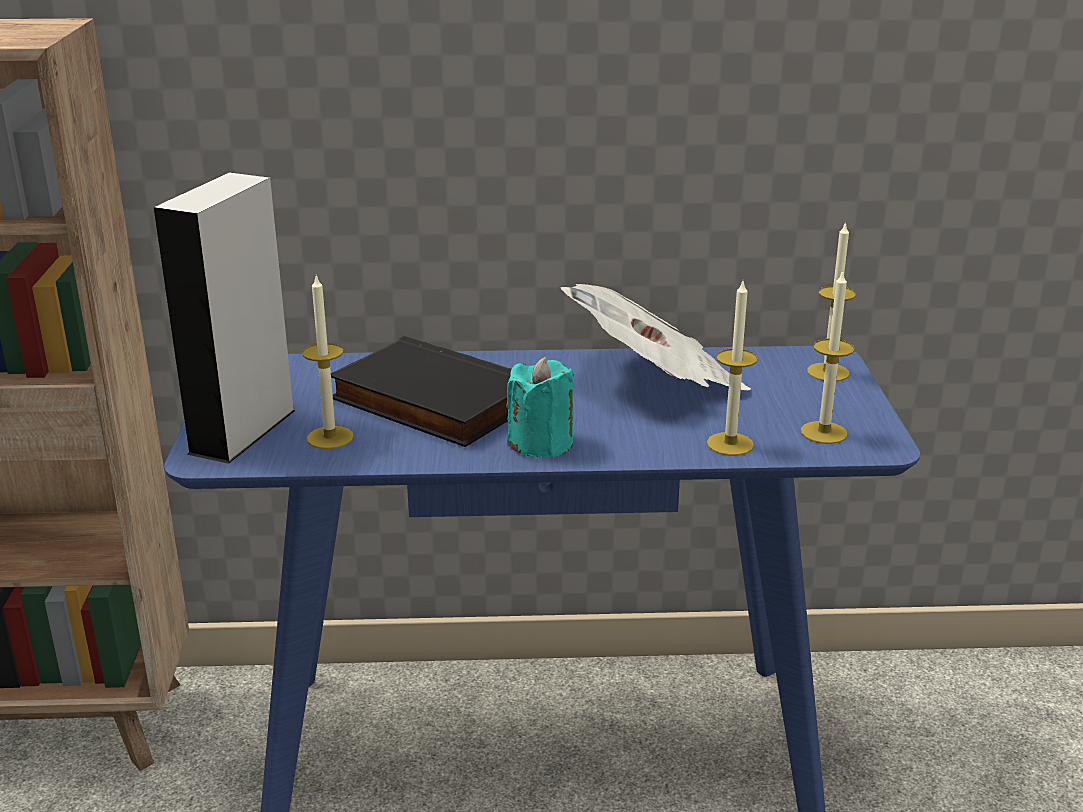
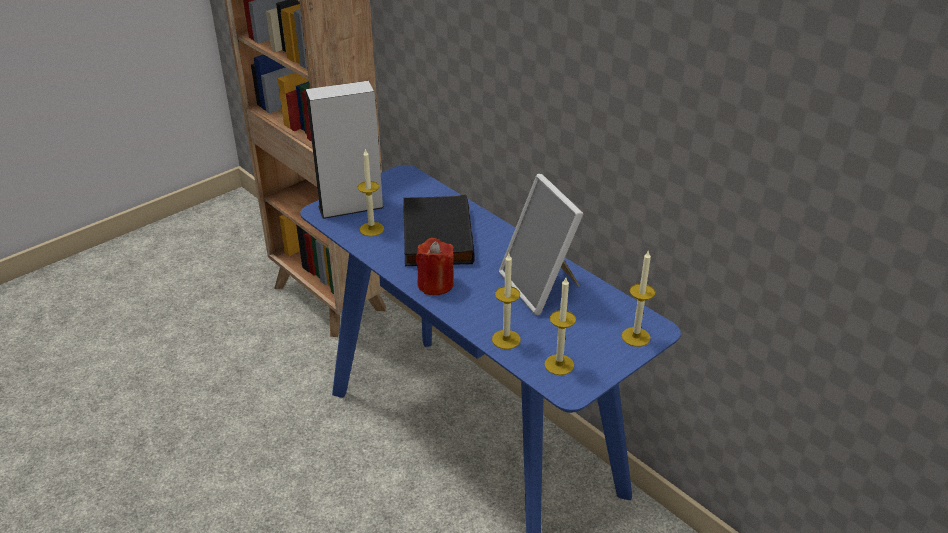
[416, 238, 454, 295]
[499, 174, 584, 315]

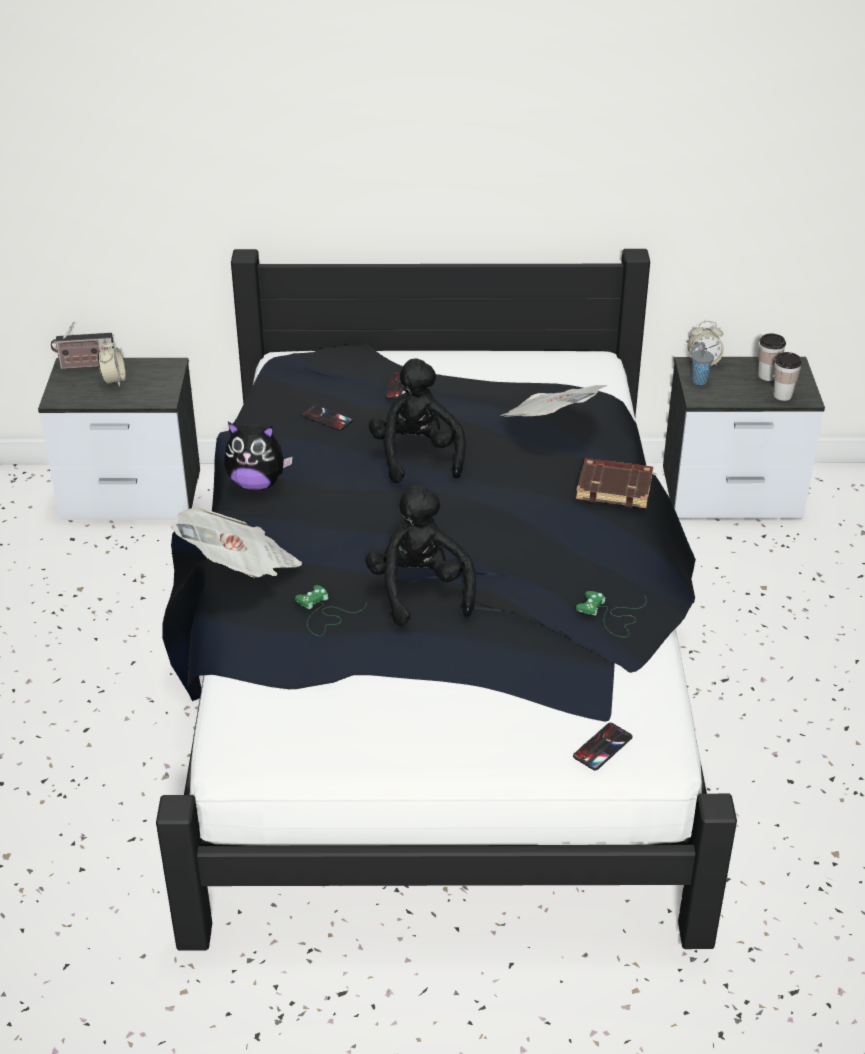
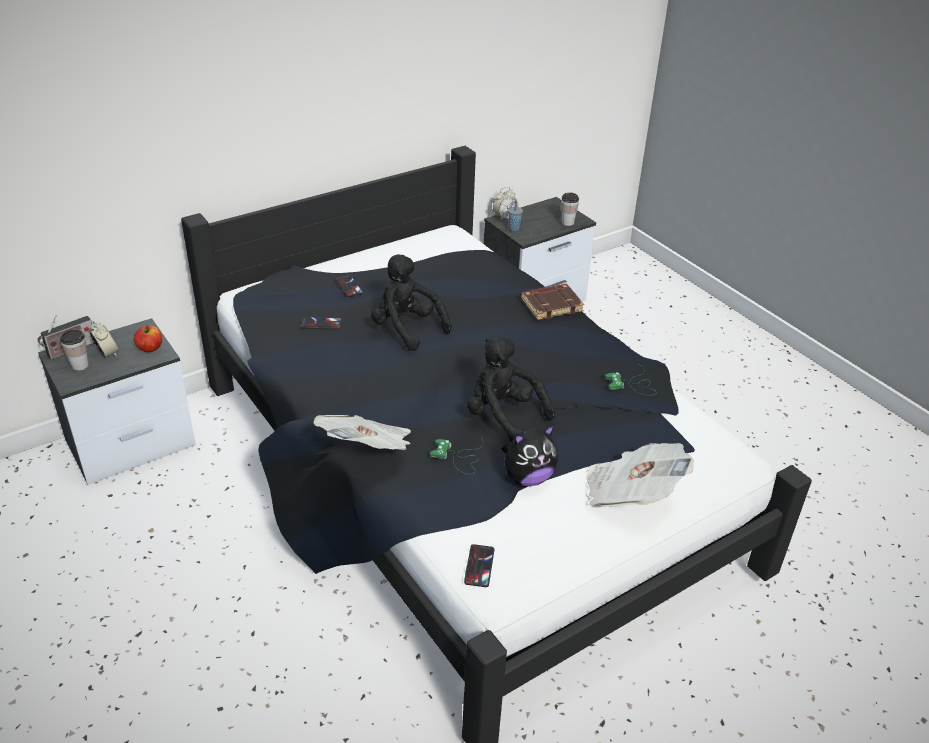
[502, 424, 558, 486]
[586, 443, 694, 506]
[464, 544, 495, 587]
[60, 330, 88, 371]
[134, 325, 162, 352]

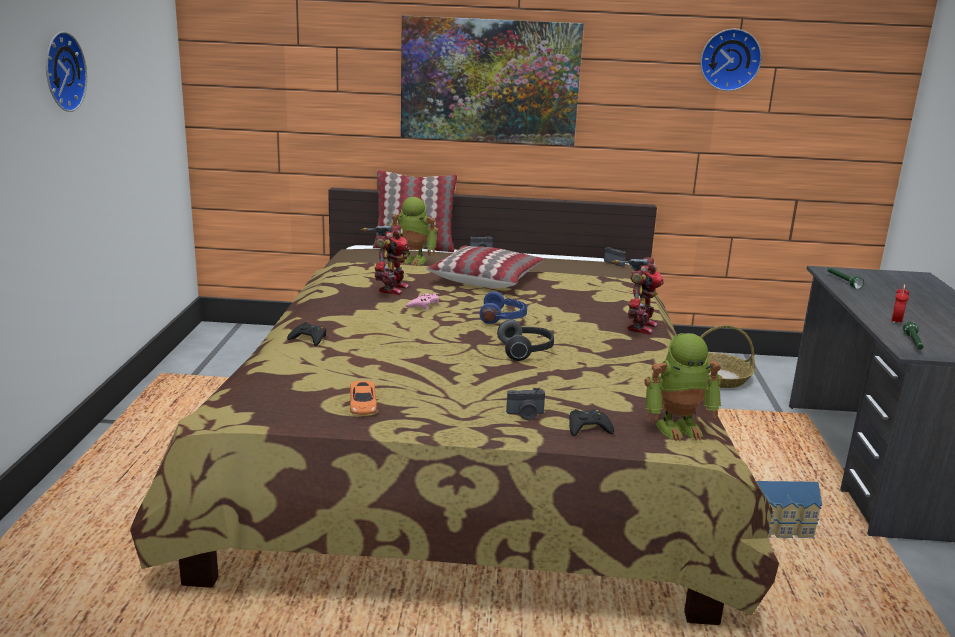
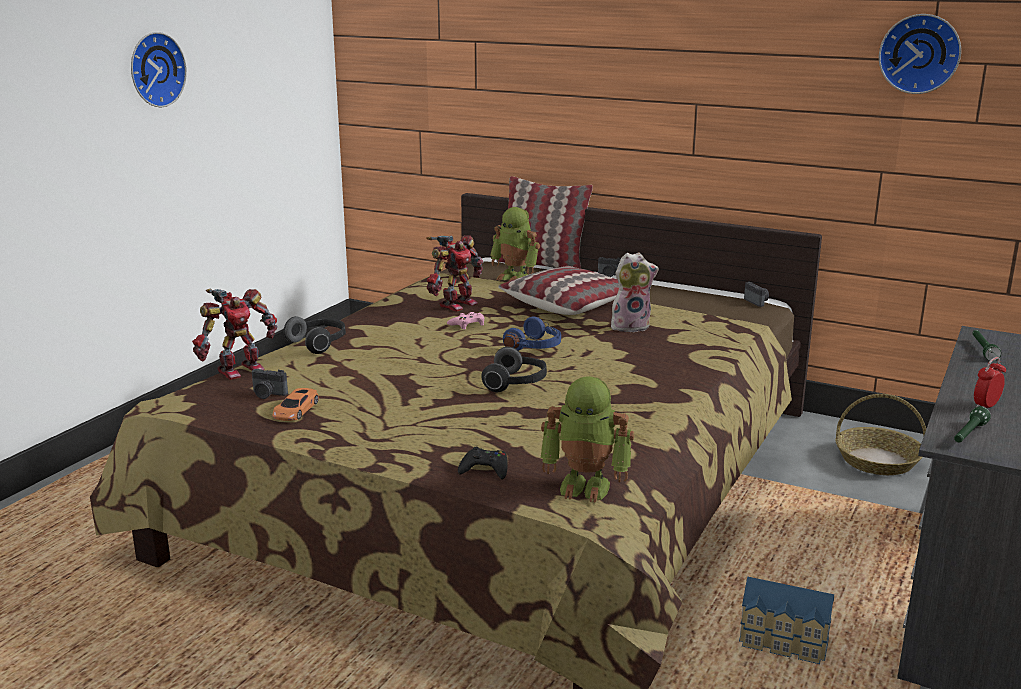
[284, 316, 346, 354]
[401, 15, 584, 146] (first image)
[252, 369, 288, 399]
[192, 289, 277, 380]
[611, 253, 659, 333]

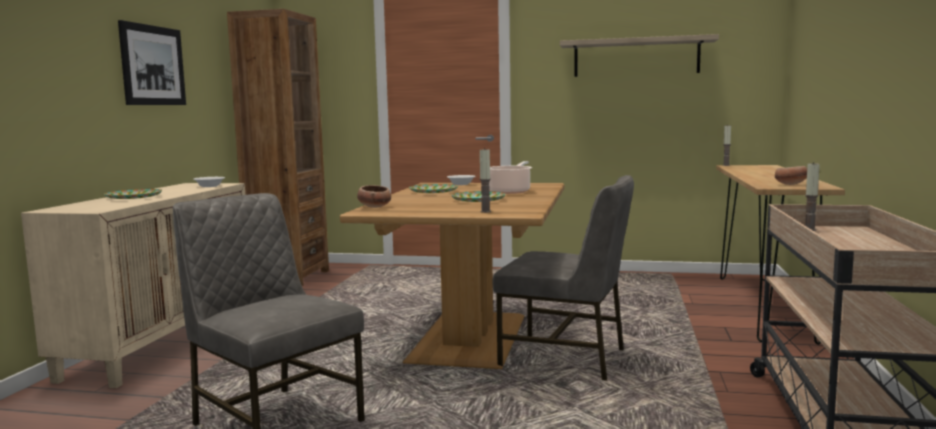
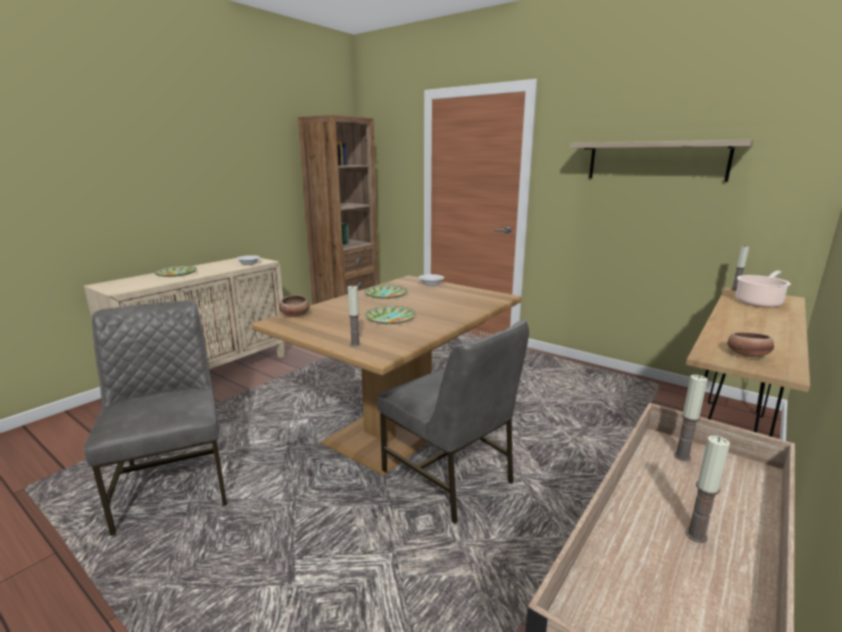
[118, 20, 186, 105] (first image)
[736, 271, 791, 308]
[685, 435, 730, 543]

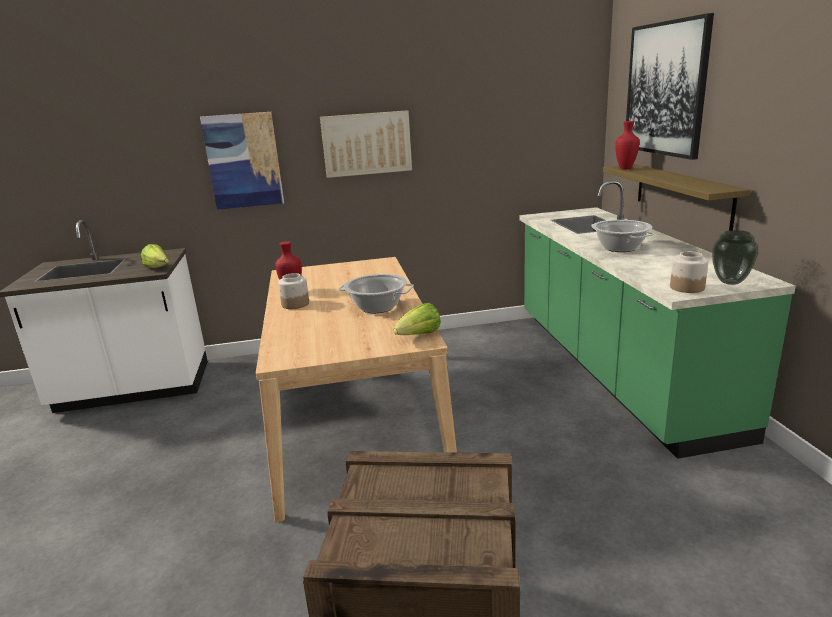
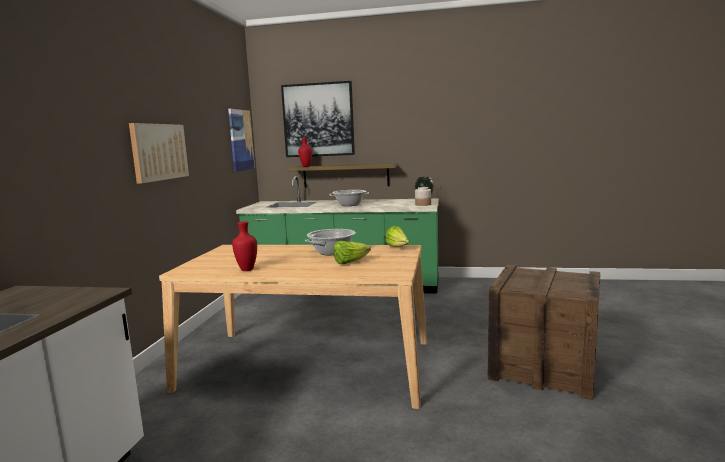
[334, 241, 371, 264]
[228, 109, 255, 172]
[278, 273, 309, 309] (first image)

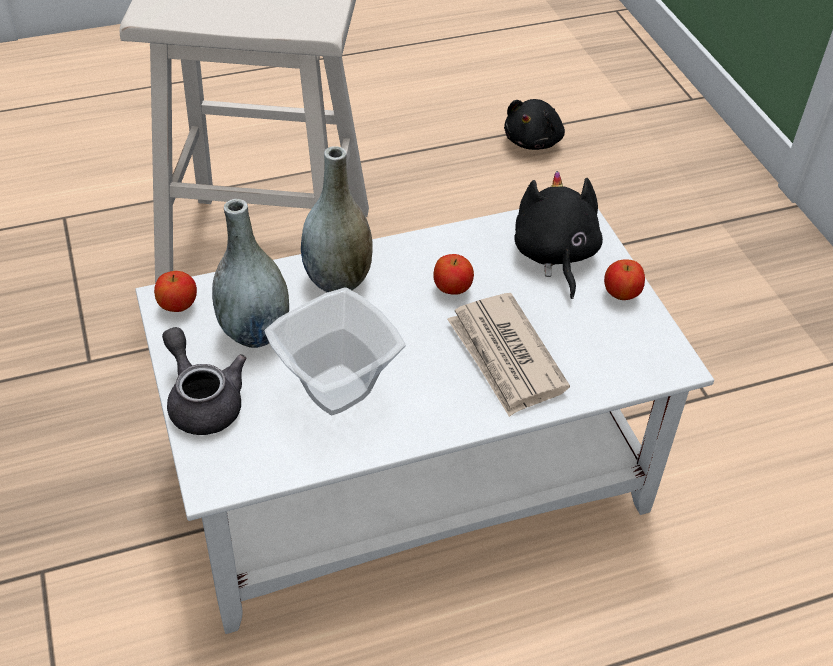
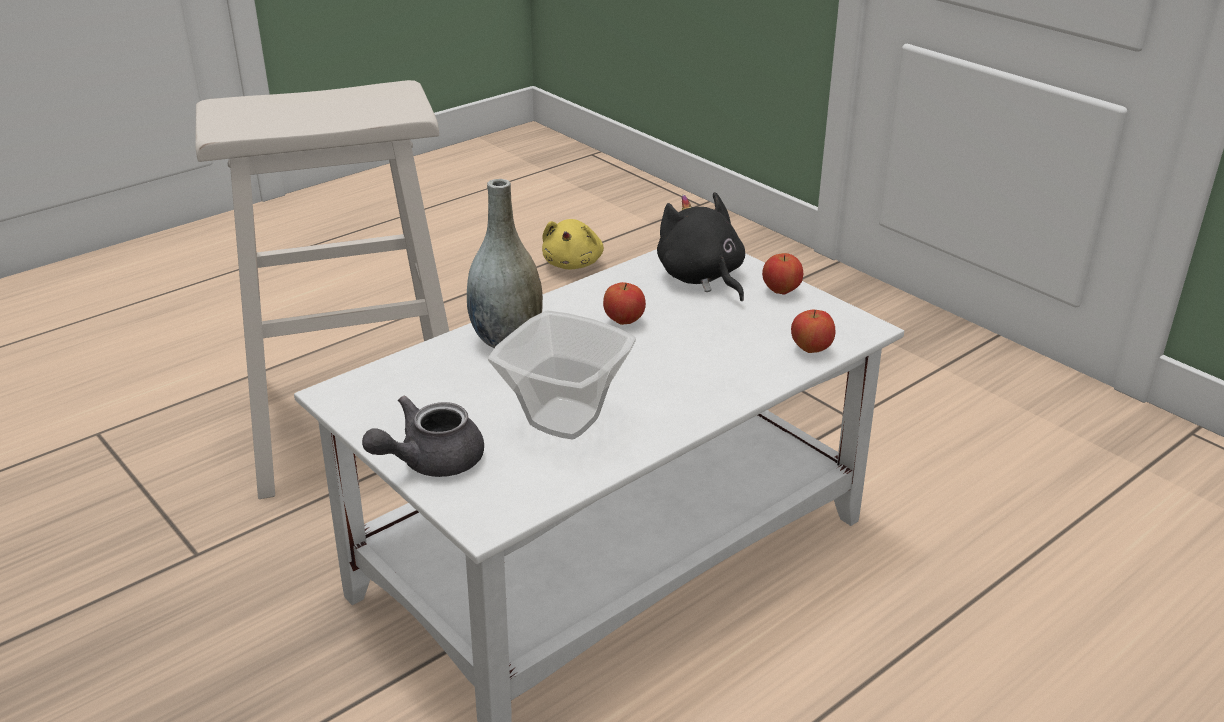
[791, 310, 835, 353]
[362, 396, 484, 477]
[212, 199, 289, 348] (first image)
[447, 293, 570, 417] (first image)
[542, 219, 604, 269]

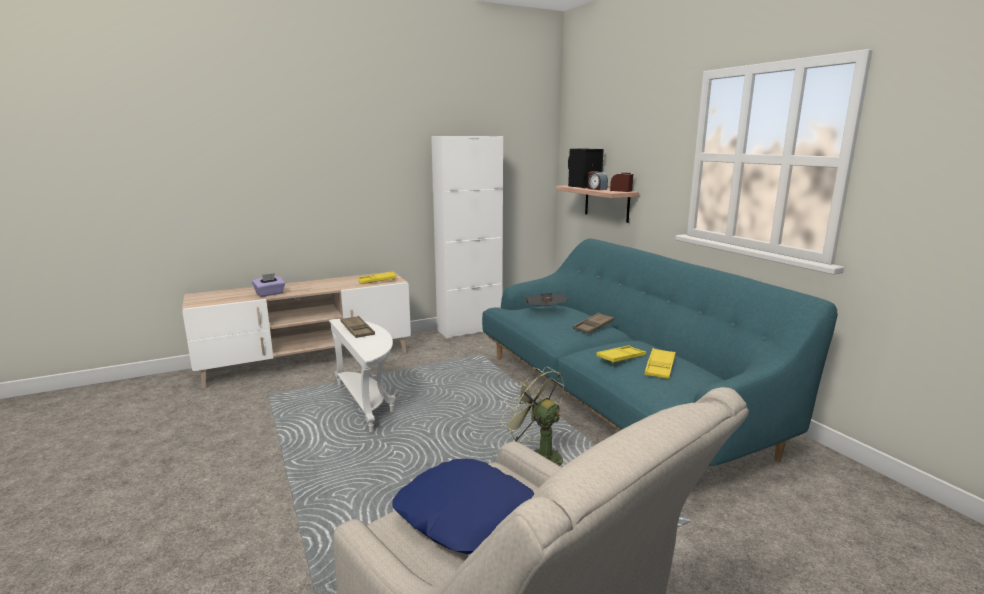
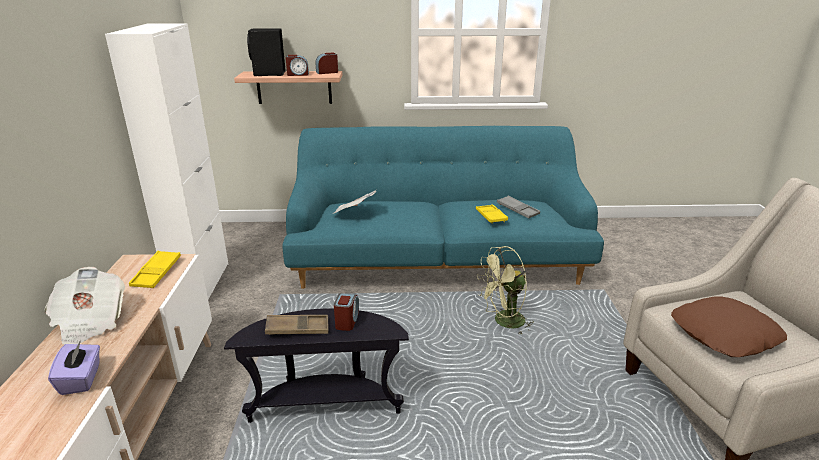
[224, 308, 409, 423]
[671, 297, 787, 357]
[573, 313, 614, 334] (first image)
[497, 196, 540, 219]
[45, 267, 125, 345]
[334, 294, 359, 331]

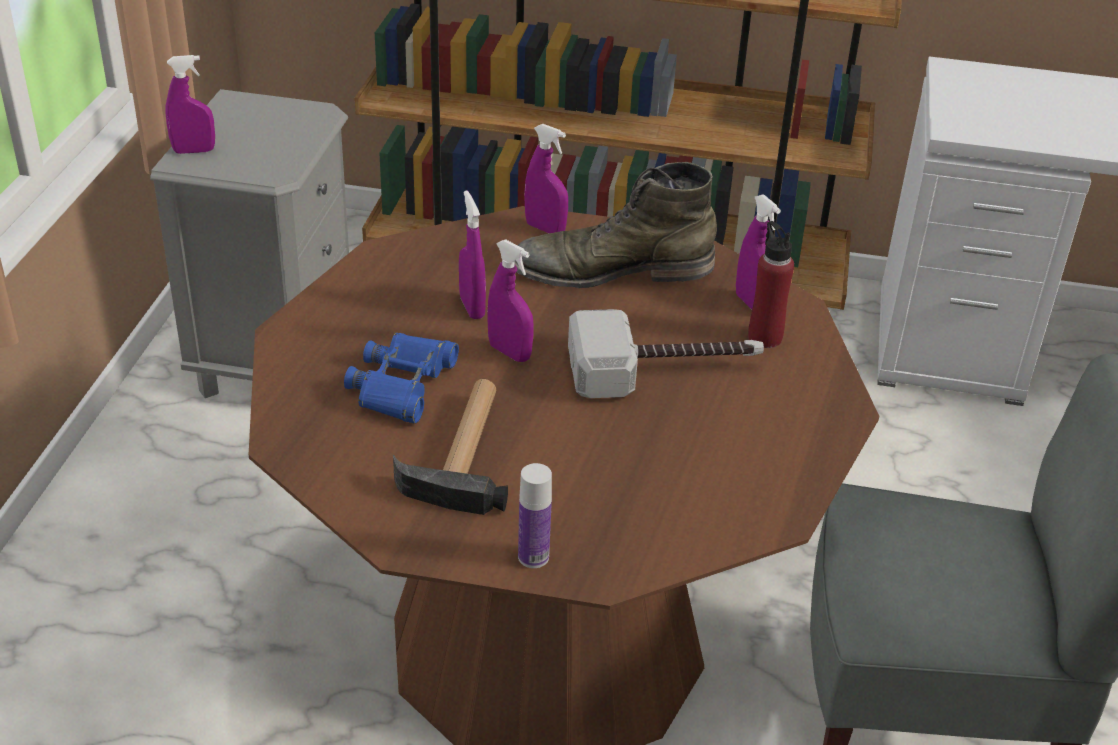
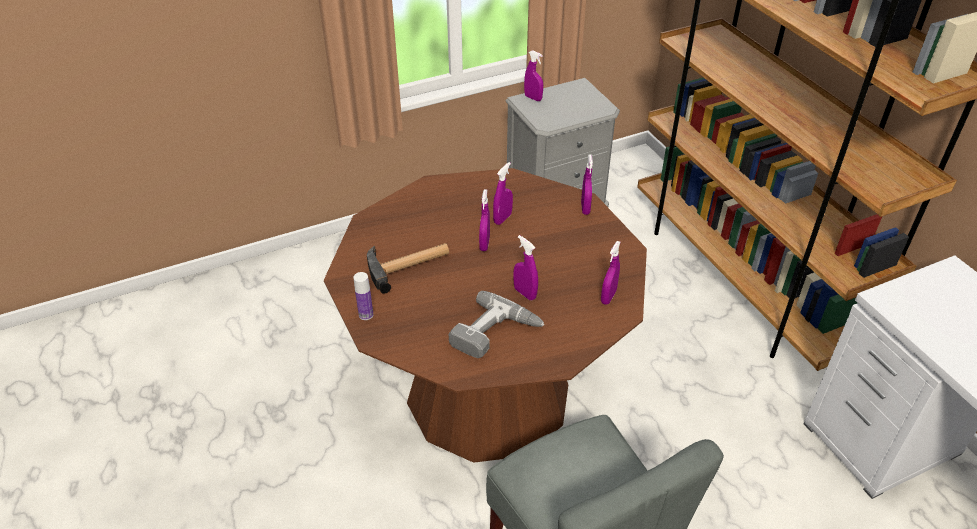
[344, 333, 459, 424] (first image)
[515, 162, 717, 288] (first image)
[513, 235, 538, 300]
[748, 221, 794, 348] (first image)
[449, 291, 544, 358]

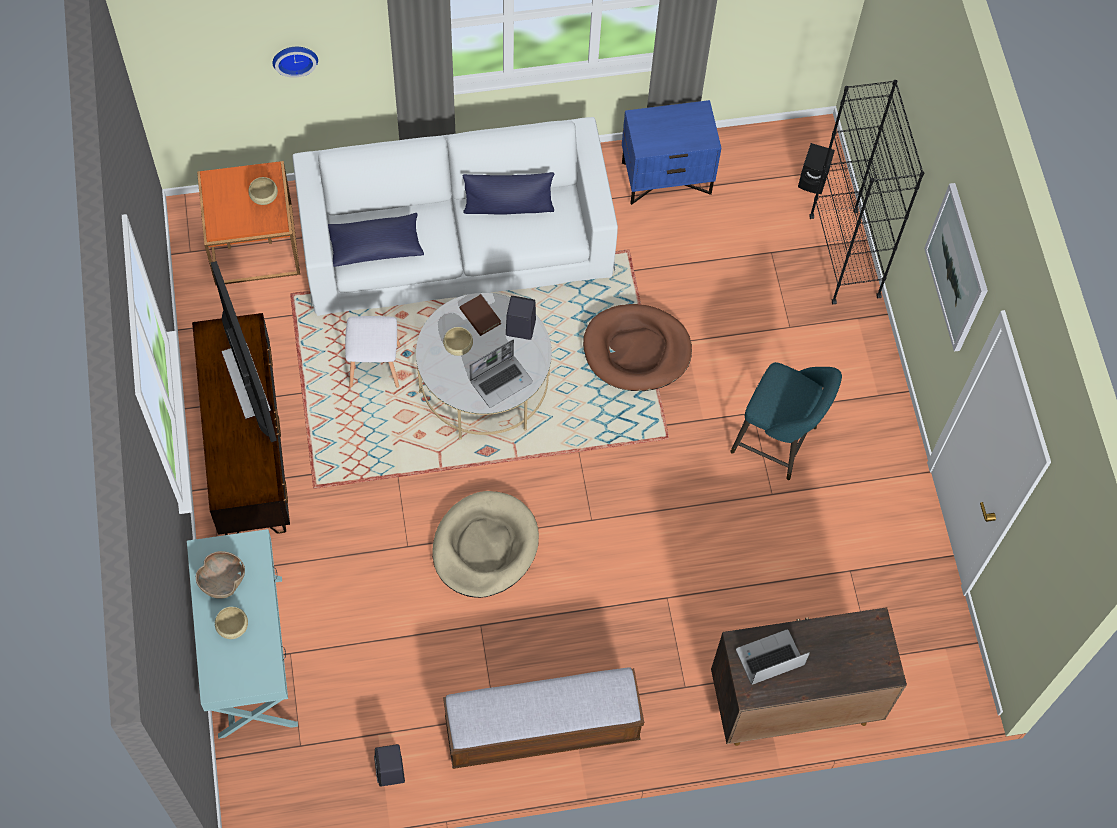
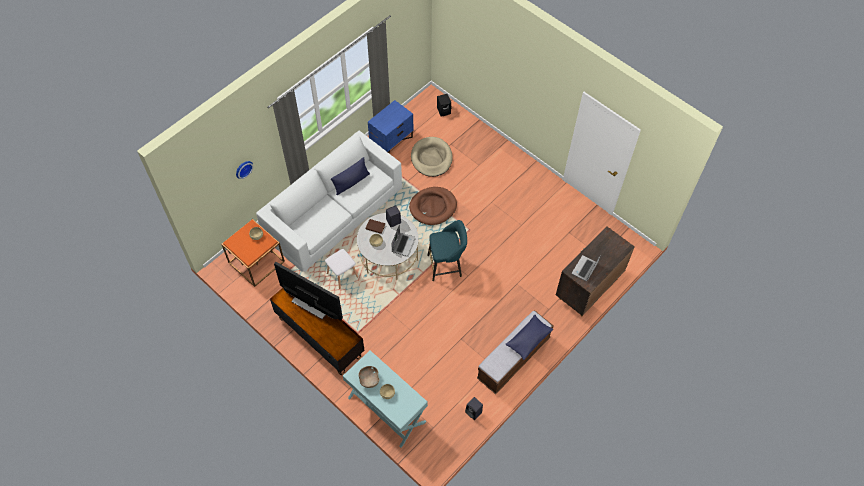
[506, 314, 553, 360]
[411, 137, 453, 177]
[427, 220, 467, 281]
[809, 80, 924, 305] (first image)
[924, 183, 988, 352] (first image)

